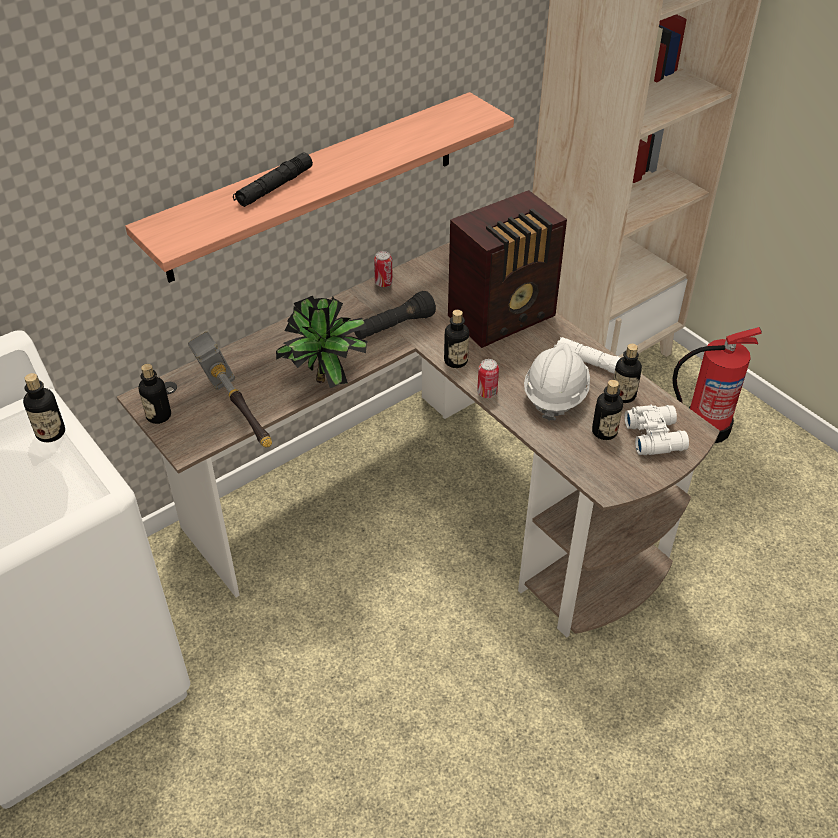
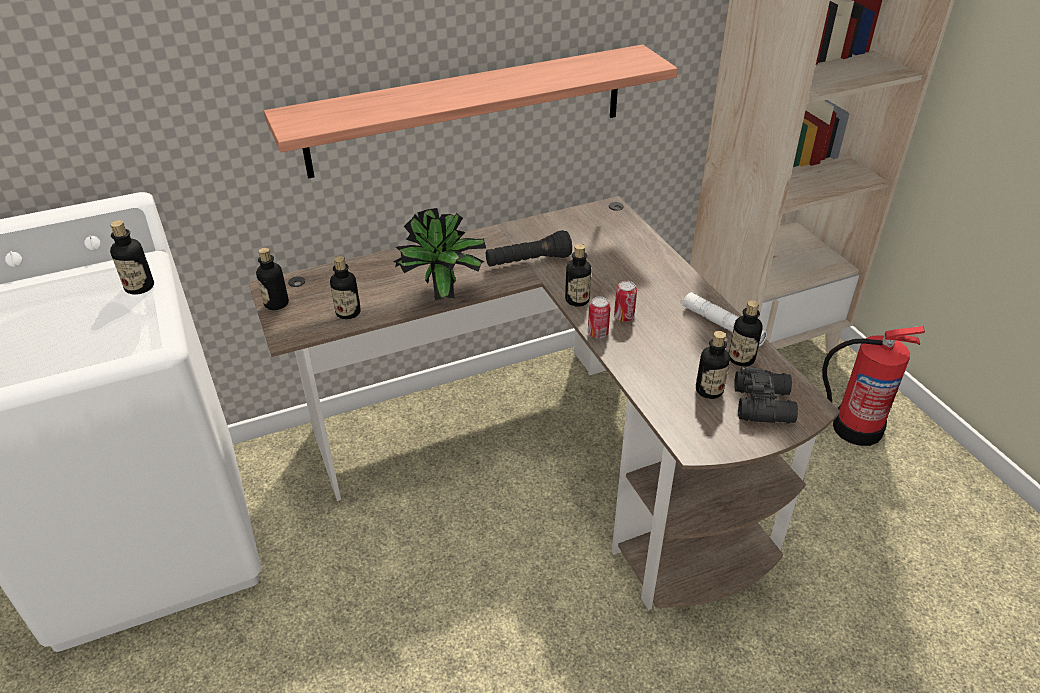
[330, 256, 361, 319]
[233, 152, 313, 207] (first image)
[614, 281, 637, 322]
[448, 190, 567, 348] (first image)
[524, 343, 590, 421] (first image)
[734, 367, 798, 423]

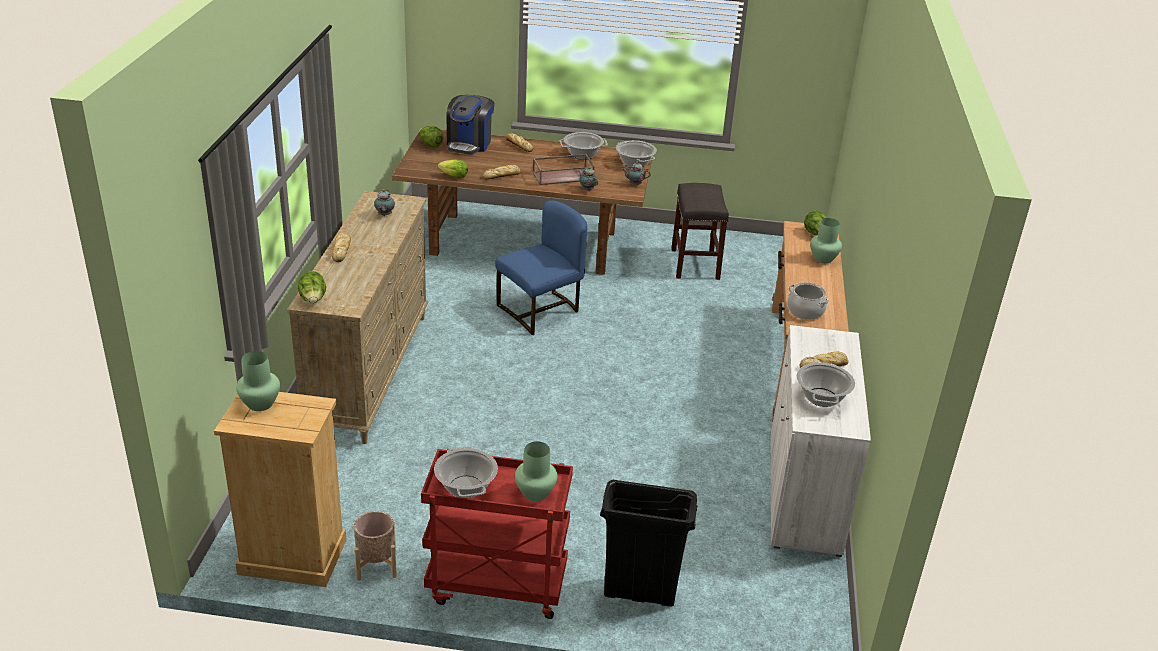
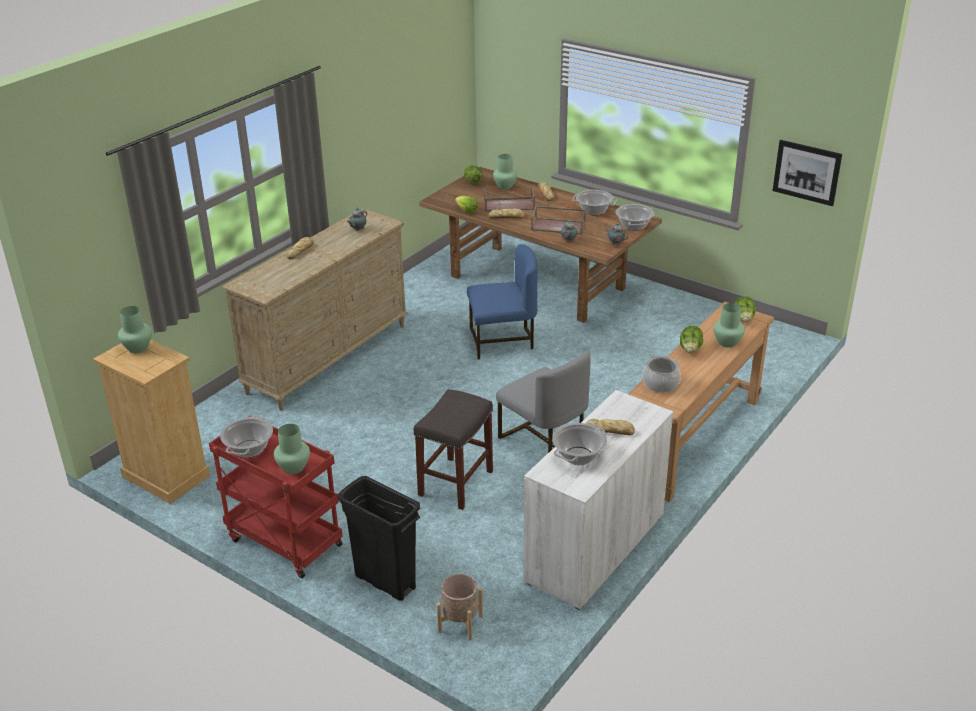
[680, 326, 703, 353]
[437, 574, 483, 641]
[493, 154, 517, 189]
[414, 389, 493, 510]
[484, 186, 535, 211]
[496, 350, 591, 453]
[773, 140, 842, 206]

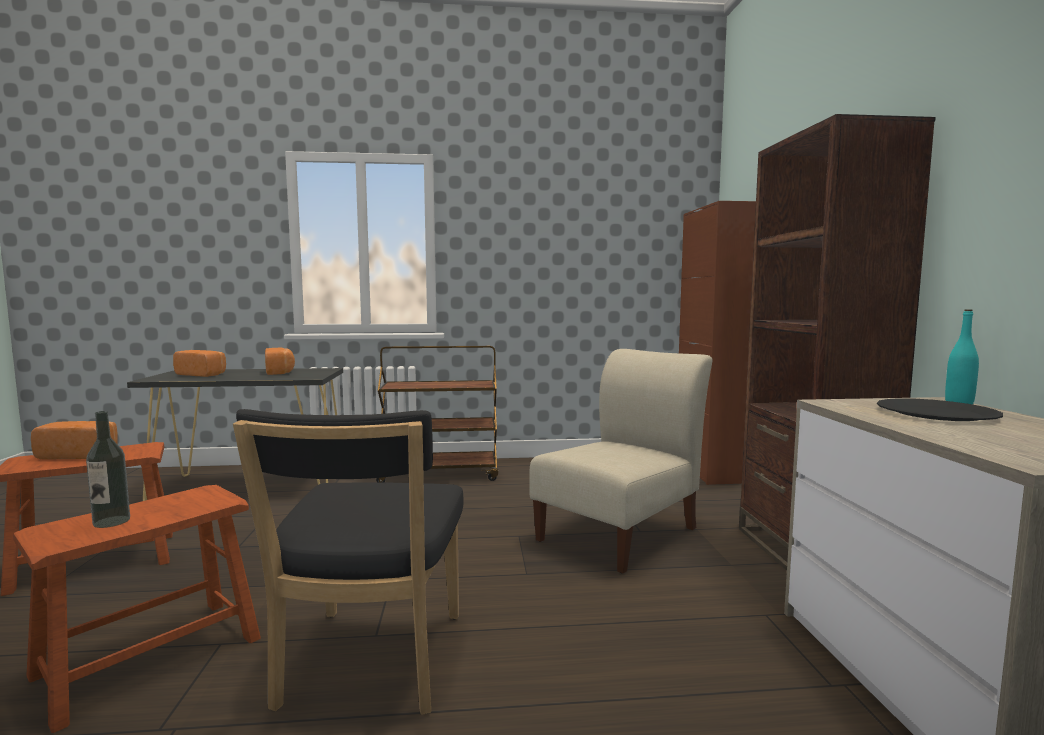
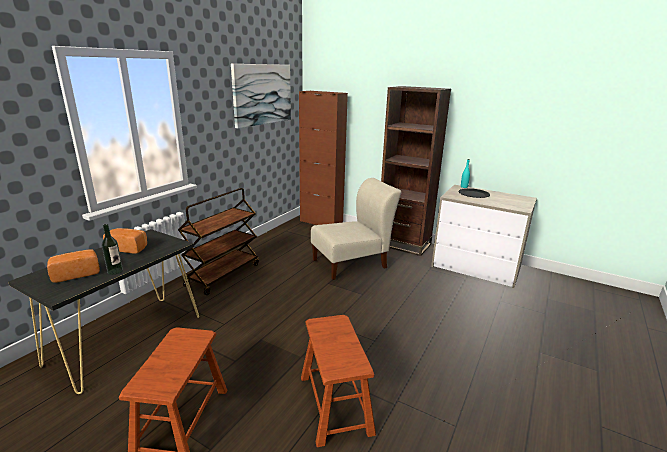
[31, 421, 118, 460] (first image)
[102, 224, 123, 275]
[233, 409, 464, 715] (first image)
[311, 178, 402, 280]
[231, 64, 291, 128]

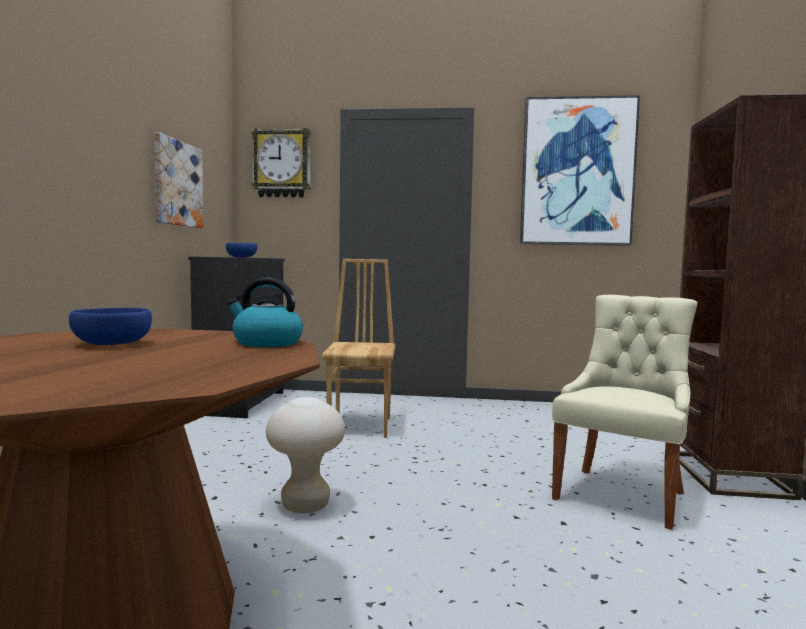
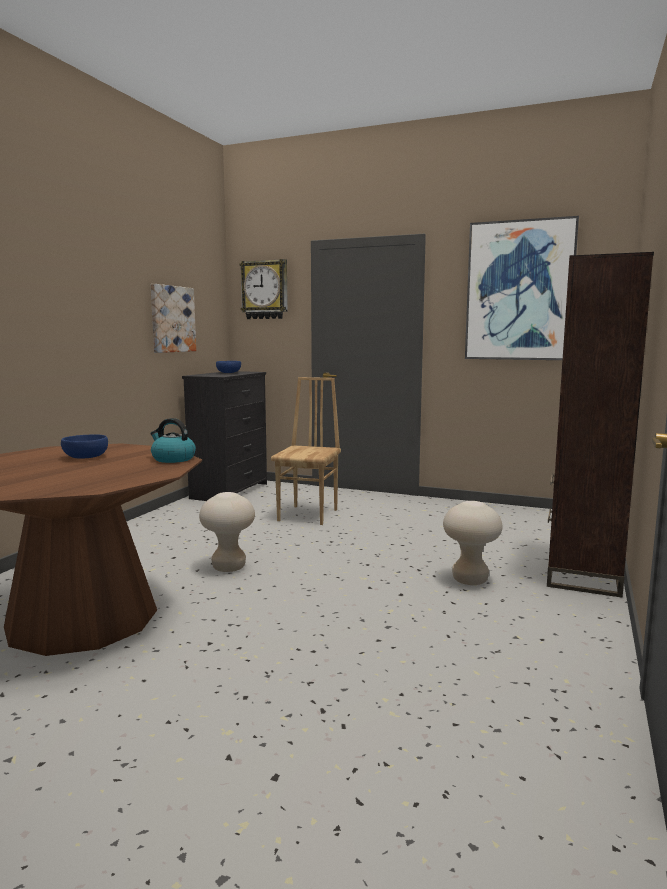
[443, 501, 503, 585]

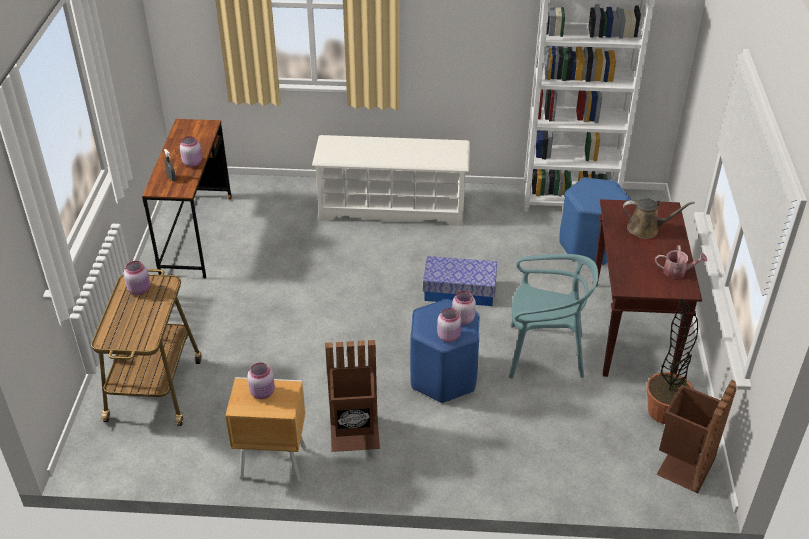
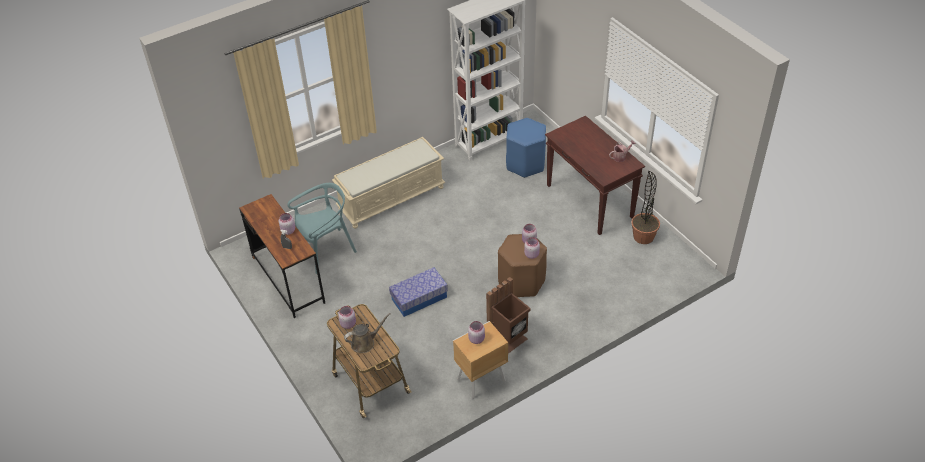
[332, 137, 446, 229]
[498, 234, 547, 297]
[389, 267, 448, 317]
[287, 183, 357, 274]
[344, 313, 391, 353]
[656, 380, 737, 493] (first image)

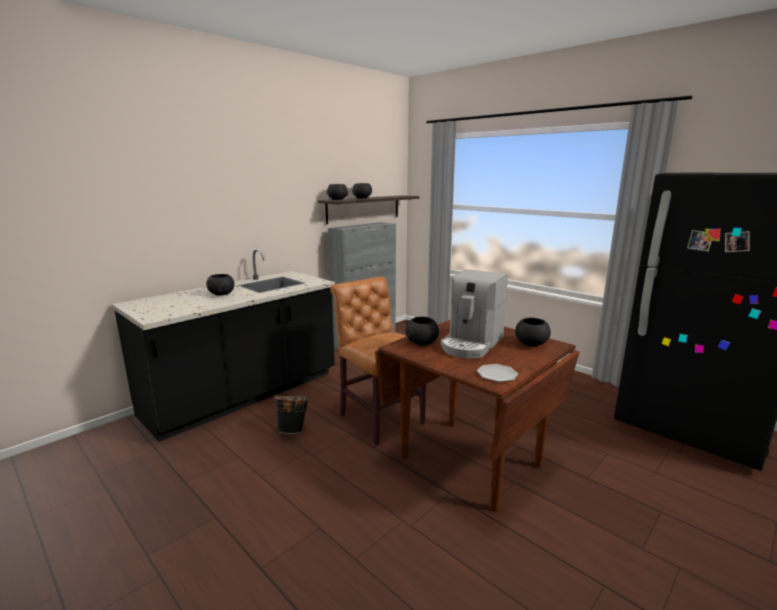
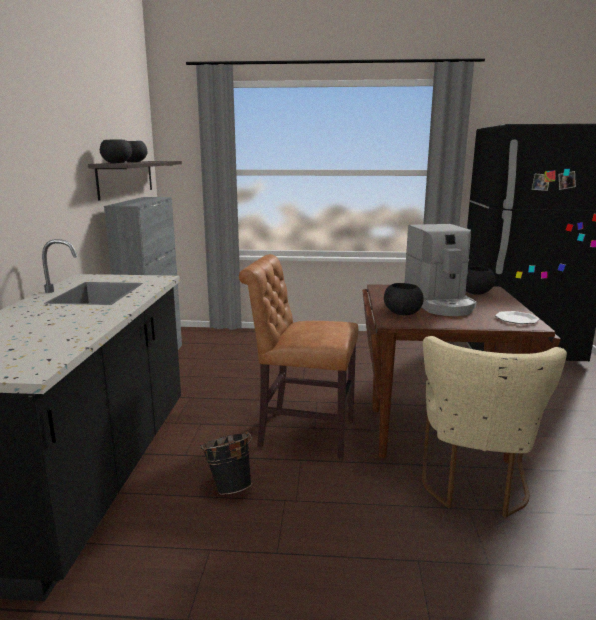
[206, 274, 234, 296] (first image)
[422, 336, 567, 518]

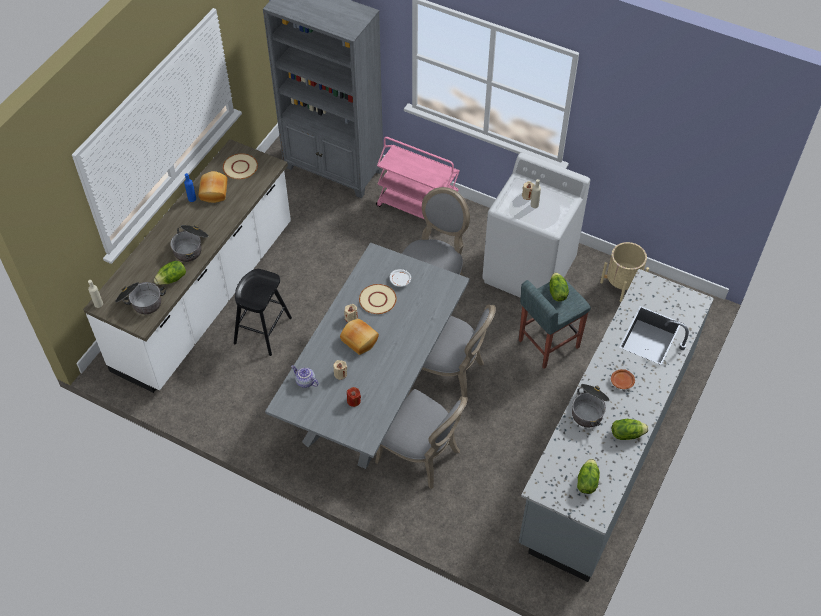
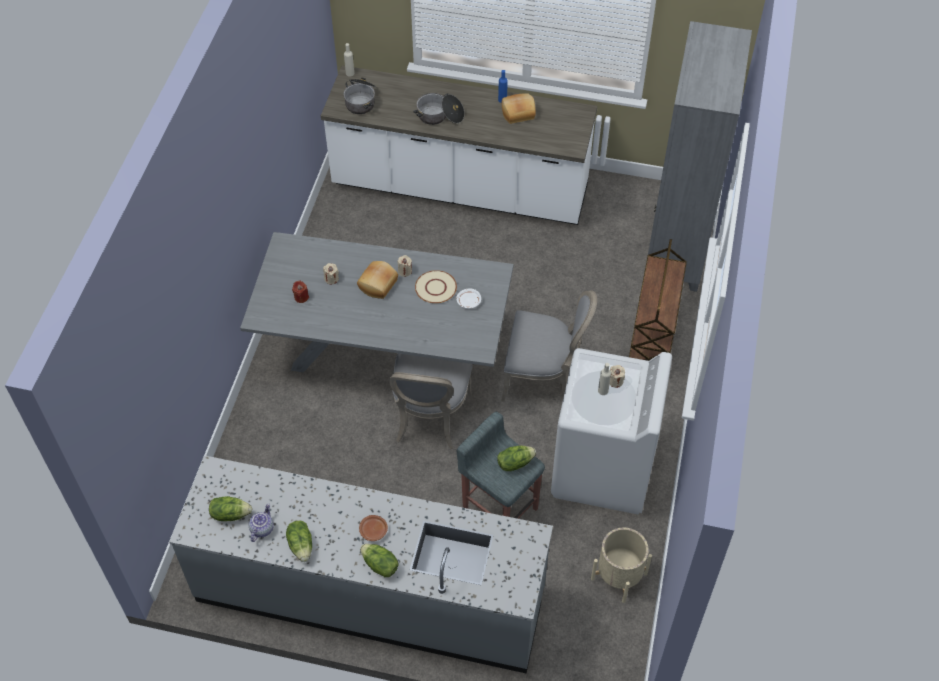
[360, 544, 399, 577]
[223, 153, 258, 179] (first image)
[234, 269, 292, 356] (first image)
[249, 504, 274, 542]
[375, 389, 468, 489] (first image)
[629, 239, 687, 361]
[572, 384, 609, 427] (first image)

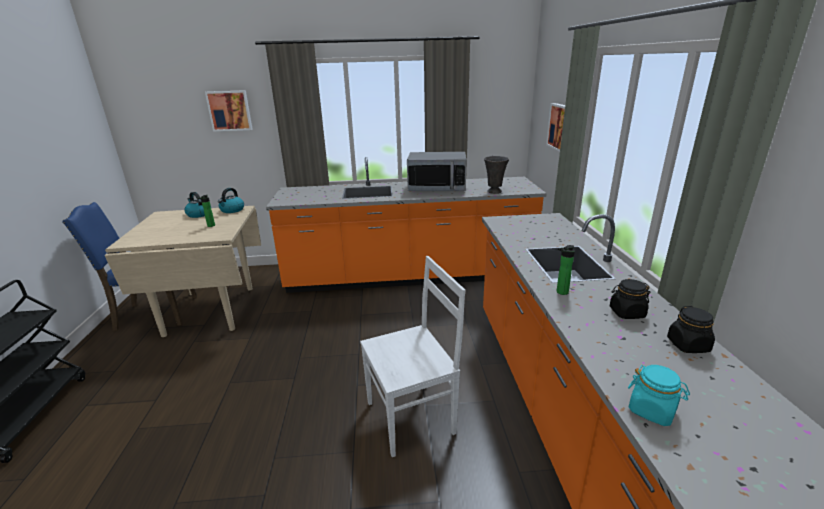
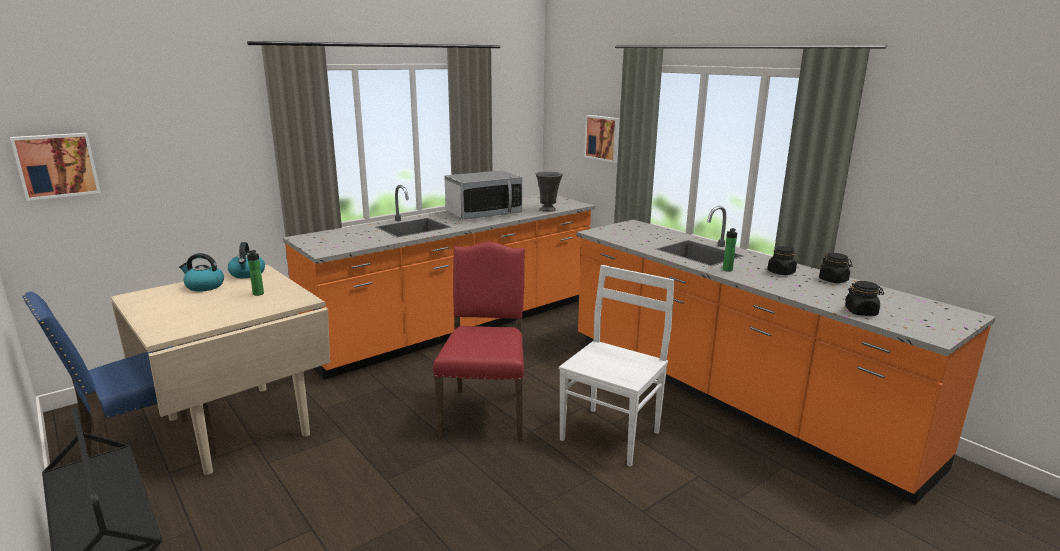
[10, 133, 101, 201]
[845, 281, 884, 316]
[433, 242, 525, 441]

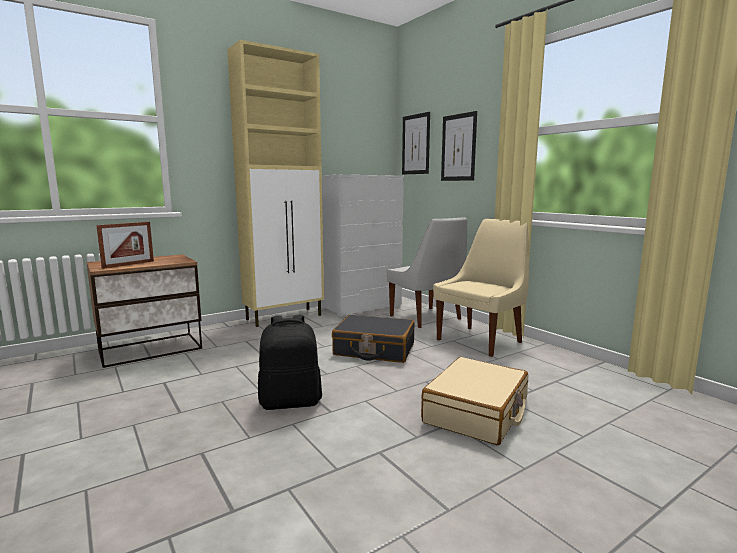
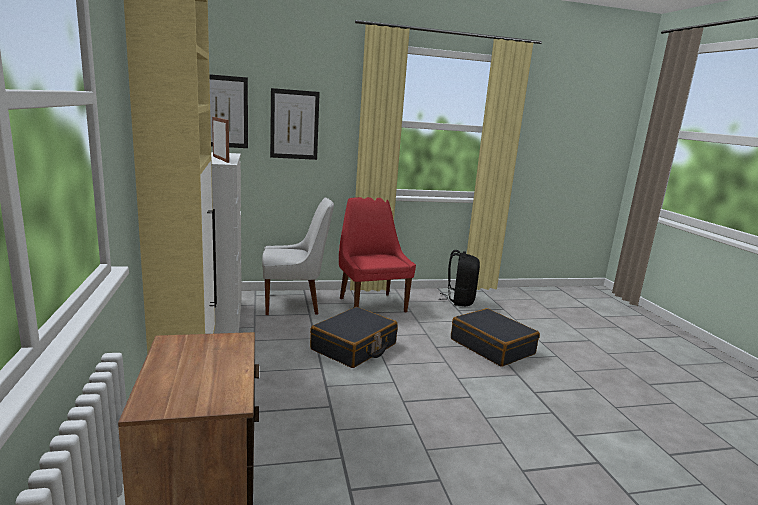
[212, 117, 229, 163]
[439, 250, 480, 306]
[451, 308, 540, 367]
[339, 197, 416, 313]

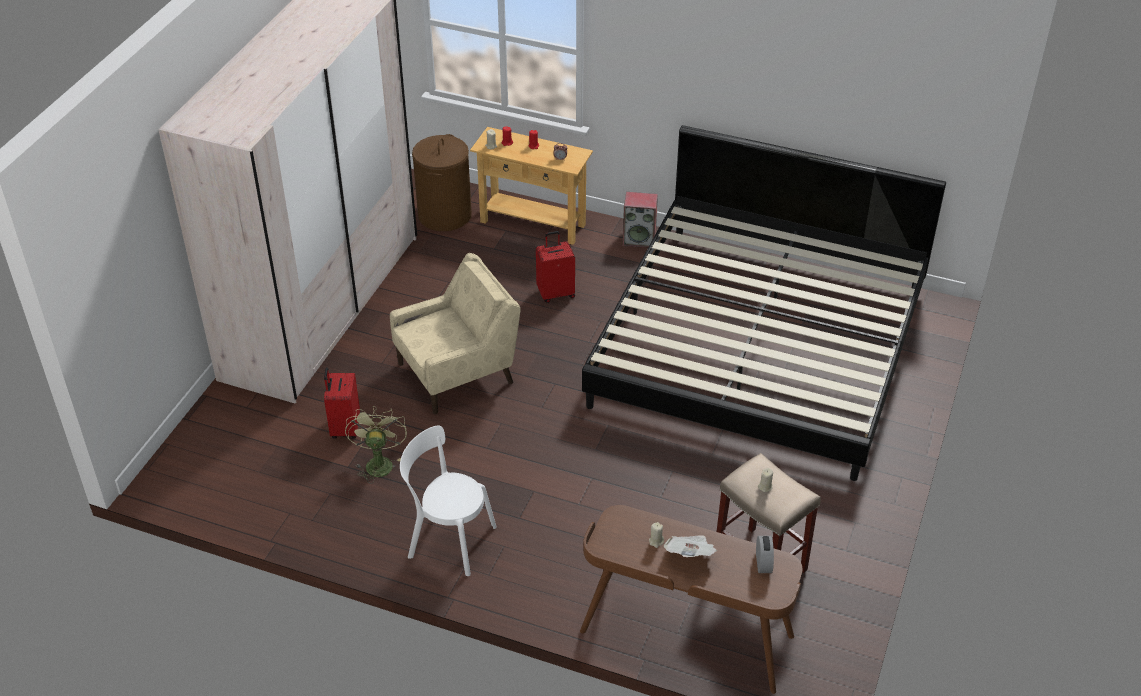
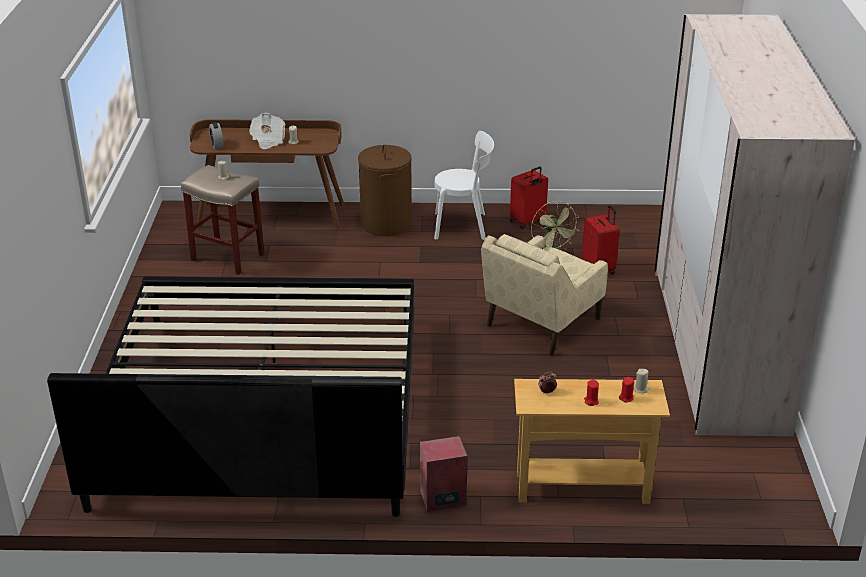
[358, 145, 412, 236]
[510, 166, 548, 229]

